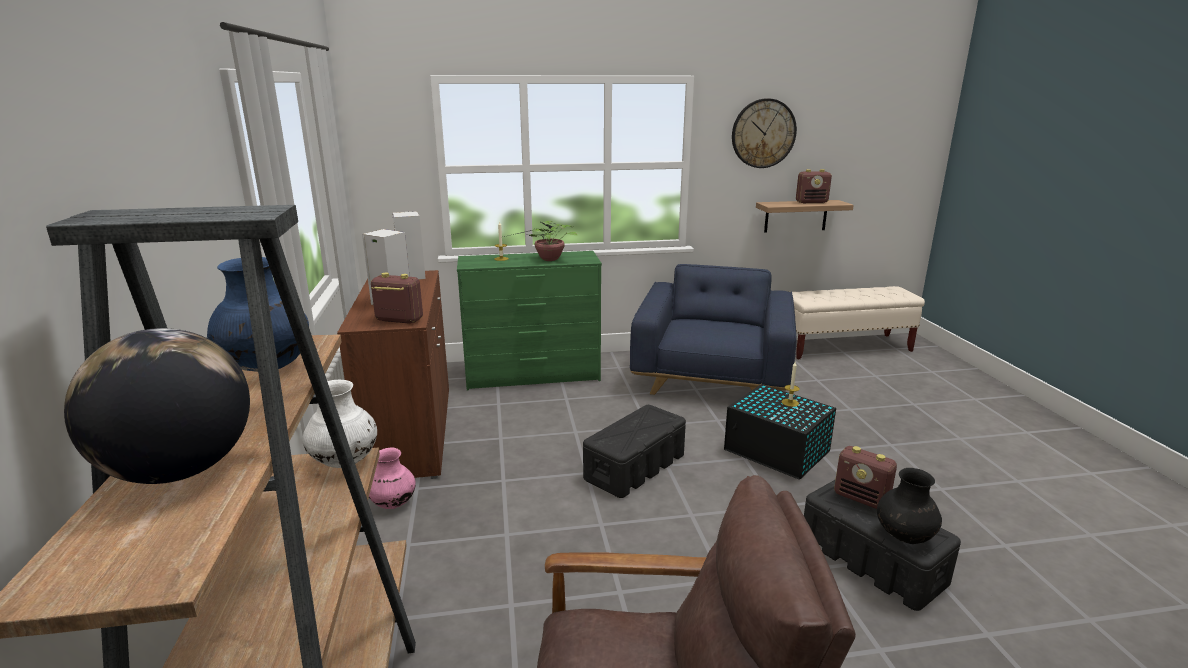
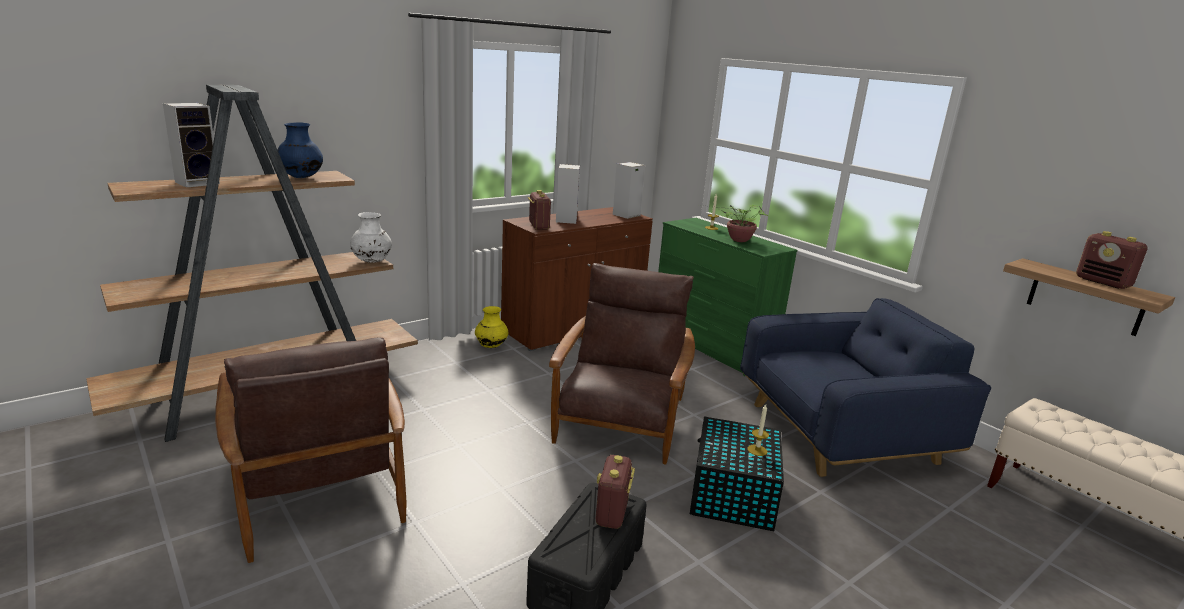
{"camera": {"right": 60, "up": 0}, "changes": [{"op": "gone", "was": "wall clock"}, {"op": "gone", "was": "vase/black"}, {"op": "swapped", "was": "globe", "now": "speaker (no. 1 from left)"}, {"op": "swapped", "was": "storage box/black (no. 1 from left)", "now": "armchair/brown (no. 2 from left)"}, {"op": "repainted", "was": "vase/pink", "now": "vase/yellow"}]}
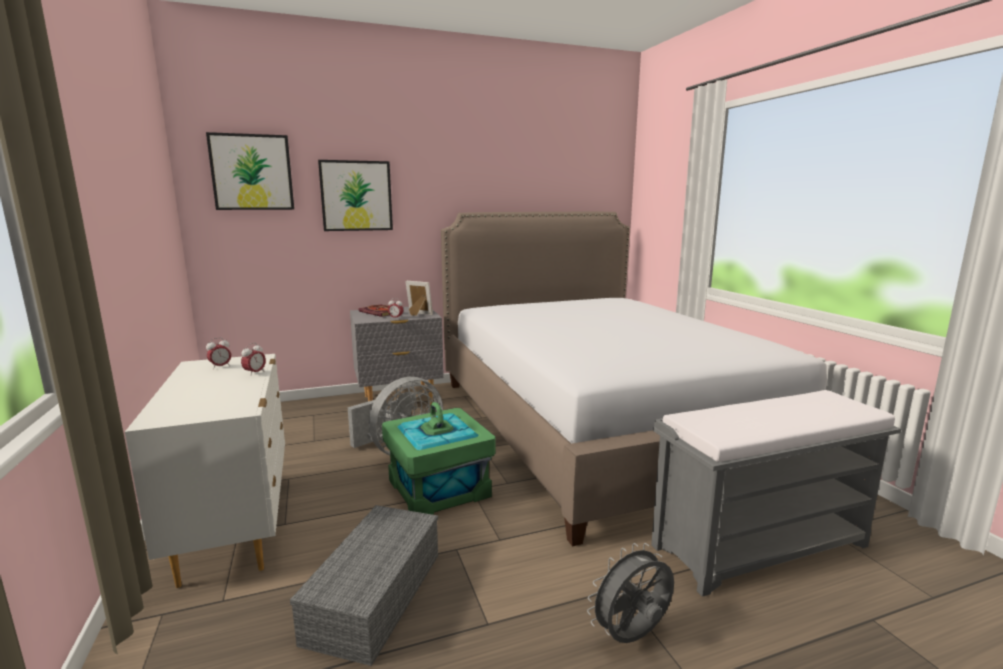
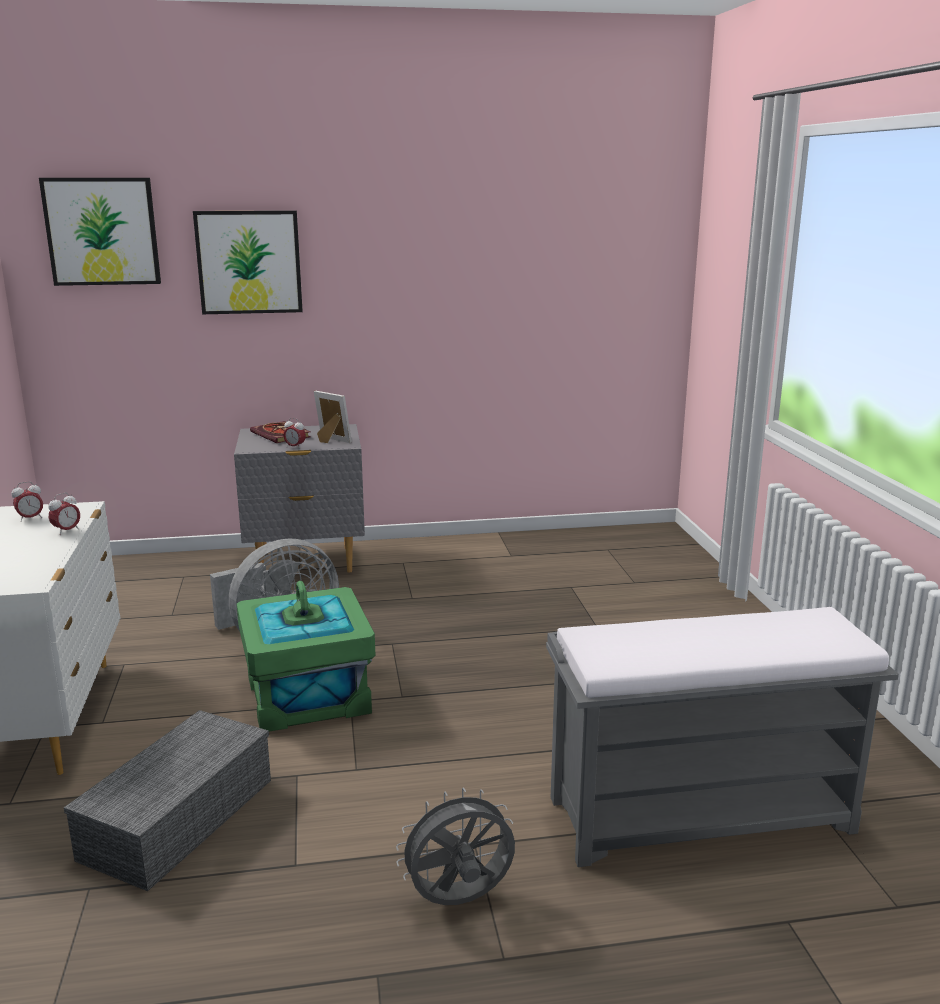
{"camera": {"right": 10, "up": 5}, "changes": [{"op": "gone", "was": "bed"}]}
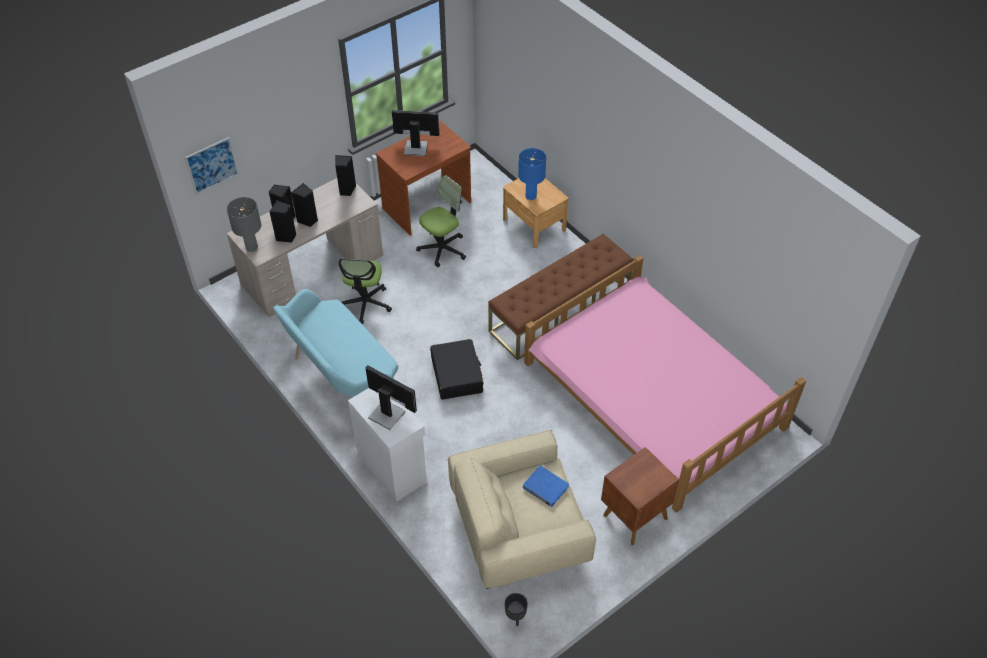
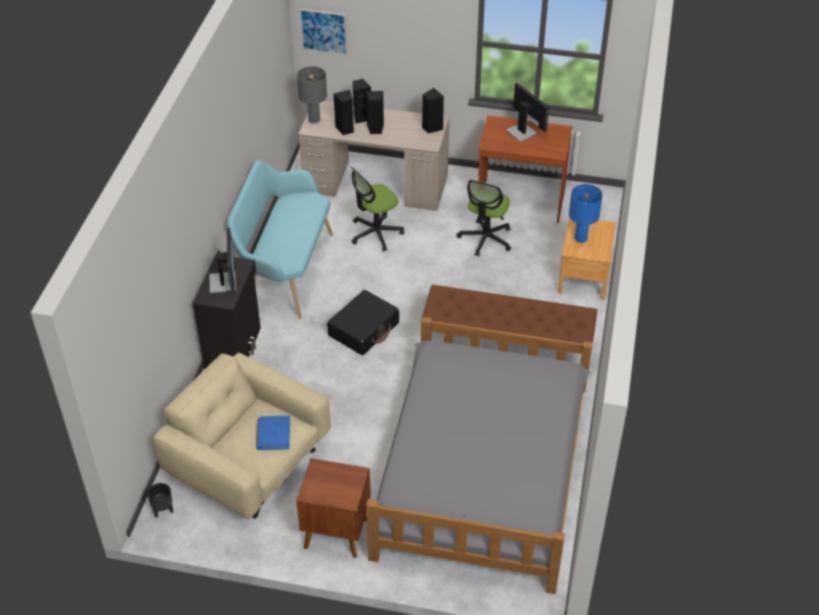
{"camera": {"right": 50, "up": -5}, "changes": [{"op": "repainted", "was": "cabinet/white", "now": "cabinet/black"}, {"op": "repainted", "was": "bed/pink", "now": "bed/grey"}, {"op": "rotated", "was": "office chair (no. 2 from left)", "clockwise": 105}]}
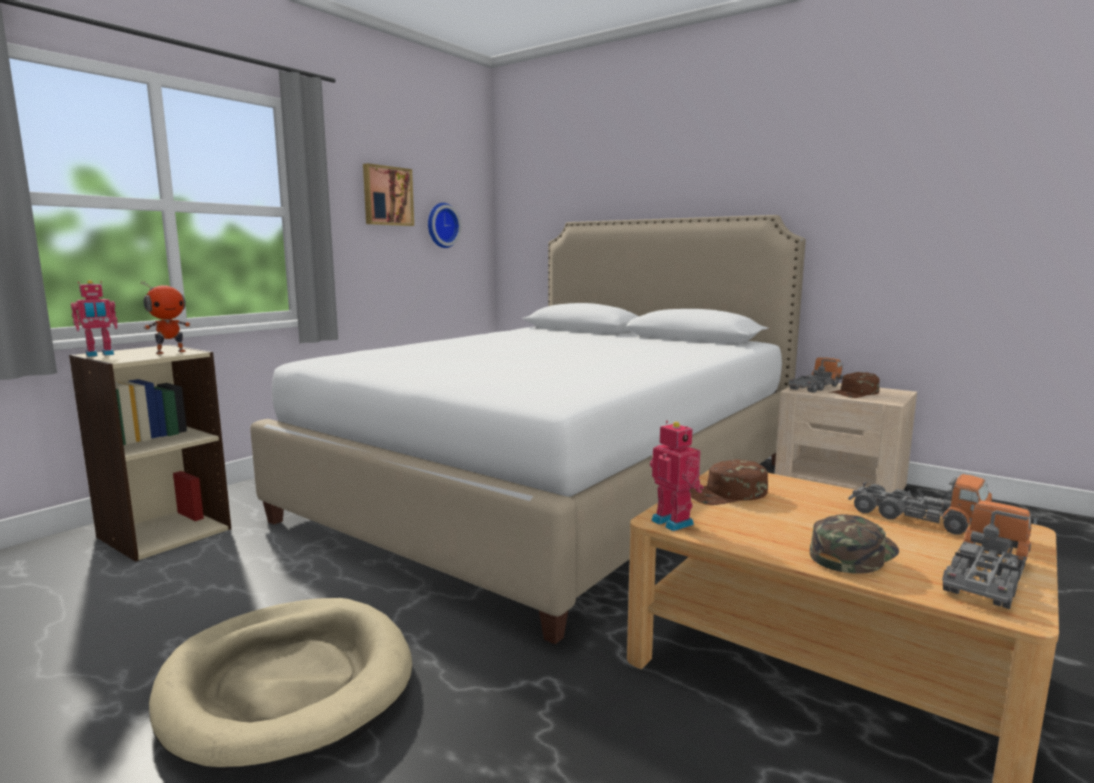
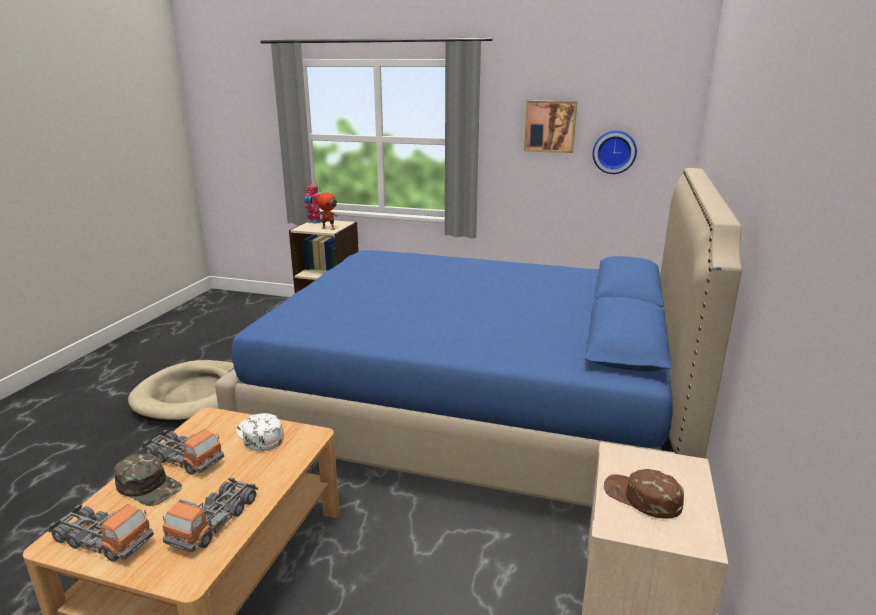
{"camera": {"right": 70, "up": 10}, "changes": [{"op": "gone", "was": "toy robot (no. 3 from left)"}, {"op": "shifted", "was": "toy truck (no. 1 from left in the first image)", "now": "toy truck (no. 2 from left)"}, {"op": "repainted", "was": "bed/white", "now": "bed/blue"}, {"op": "repainted", "was": "cap/brown (no. 1 from left)", "now": "cap/white"}]}
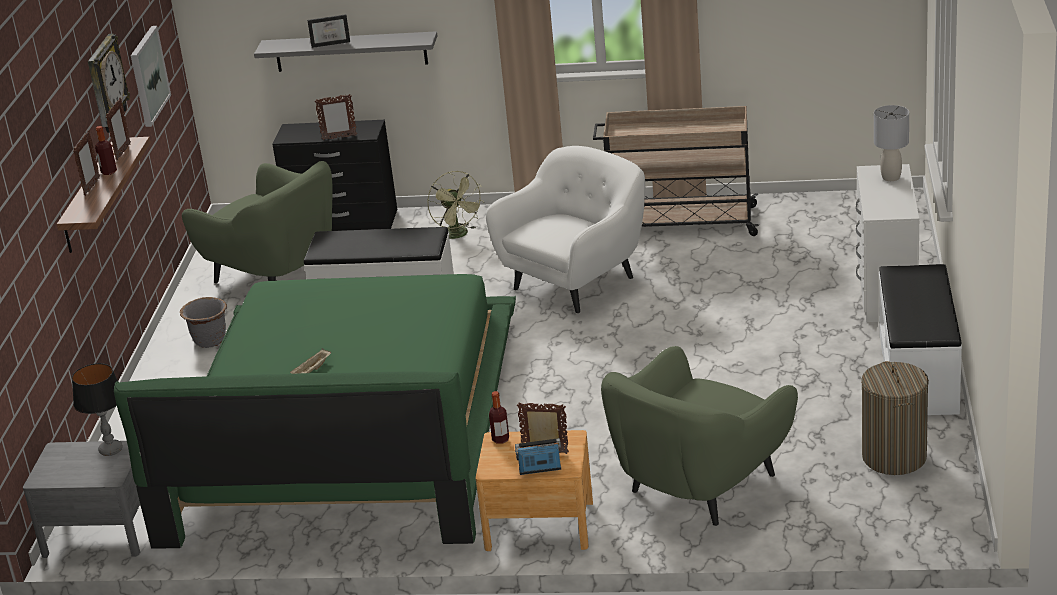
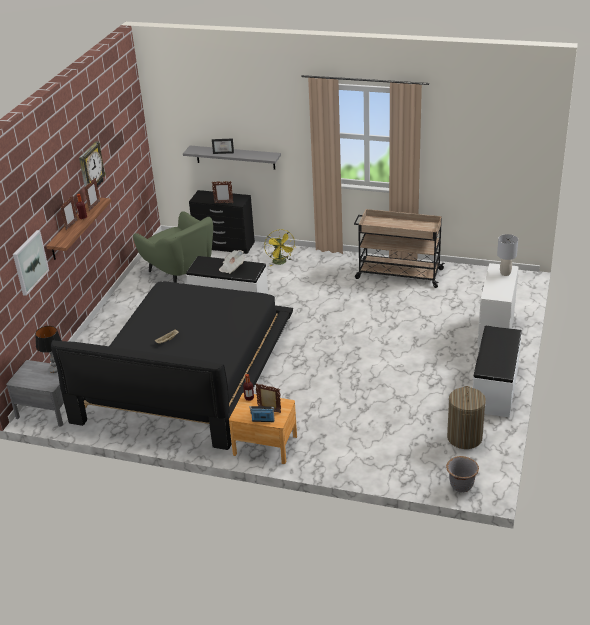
{"camera": {"right": 10, "up": 5}, "changes": [{"op": "gone", "was": "armchair/white"}, {"op": "gone", "was": "armchair/green (no. 2 from left)"}, {"op": "new", "now": "newspaper"}, {"op": "shifted", "was": "picture"}, {"op": "shifted", "was": "planter/grey"}, {"op": "repainted", "was": "bed/green", "now": "bed/black"}, {"op": "repainted", "was": "fan/green", "now": "fan/yellow"}]}
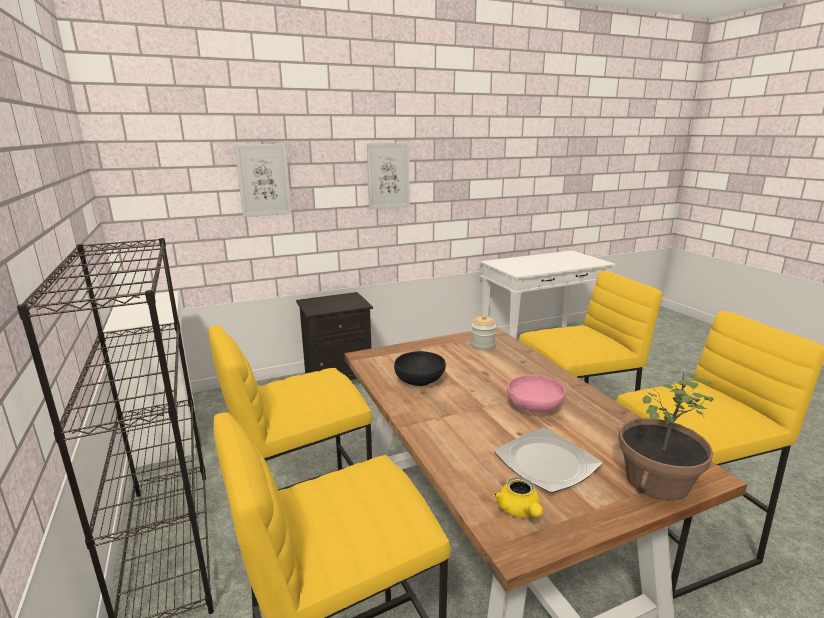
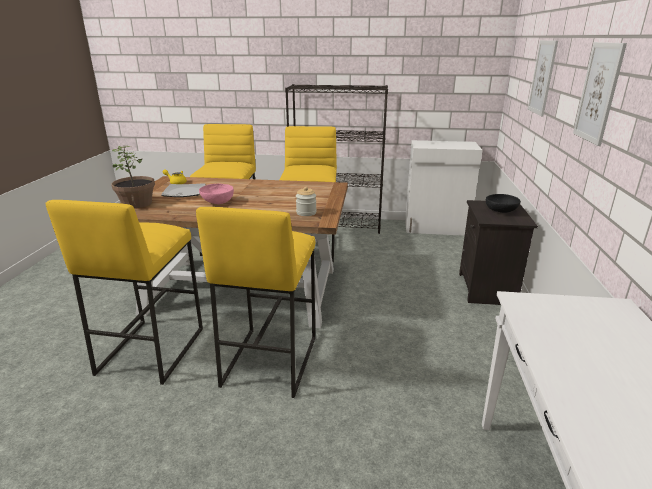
{"camera": {"right": 120, "up": 5}, "changes": [{"op": "shifted", "was": "bowl/black"}]}
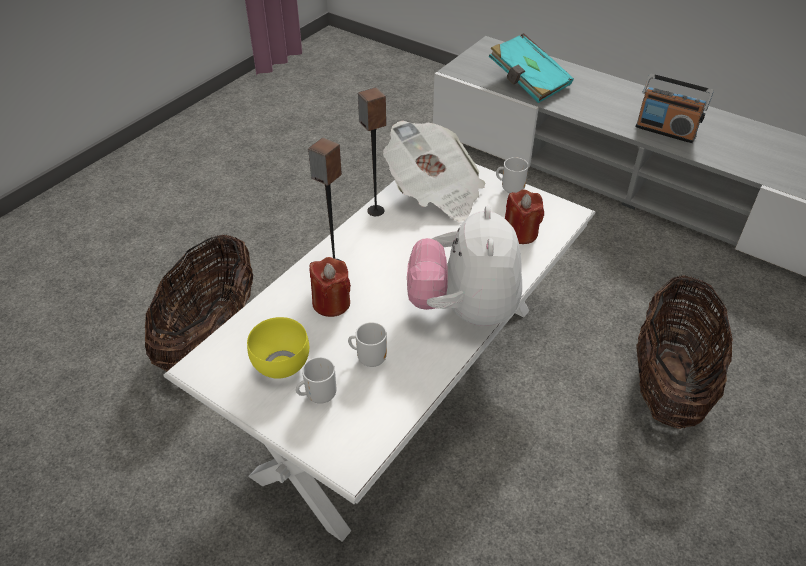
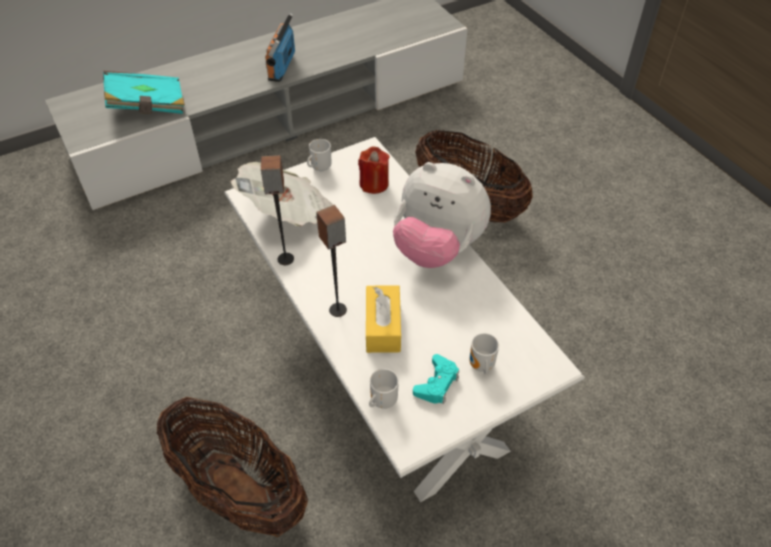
{"camera": {"right": -65, "up": 5}, "changes": [{"op": "shifted", "was": "mug (no. 2 from left)"}, {"op": "swapped", "was": "bowl/yellow", "now": "game controller/turquoise"}, {"op": "swapped", "was": "candle/red (no. 1 from left)", "now": "tissue box/yellow"}, {"op": "rotated", "was": "radio", "clockwise": 135}]}
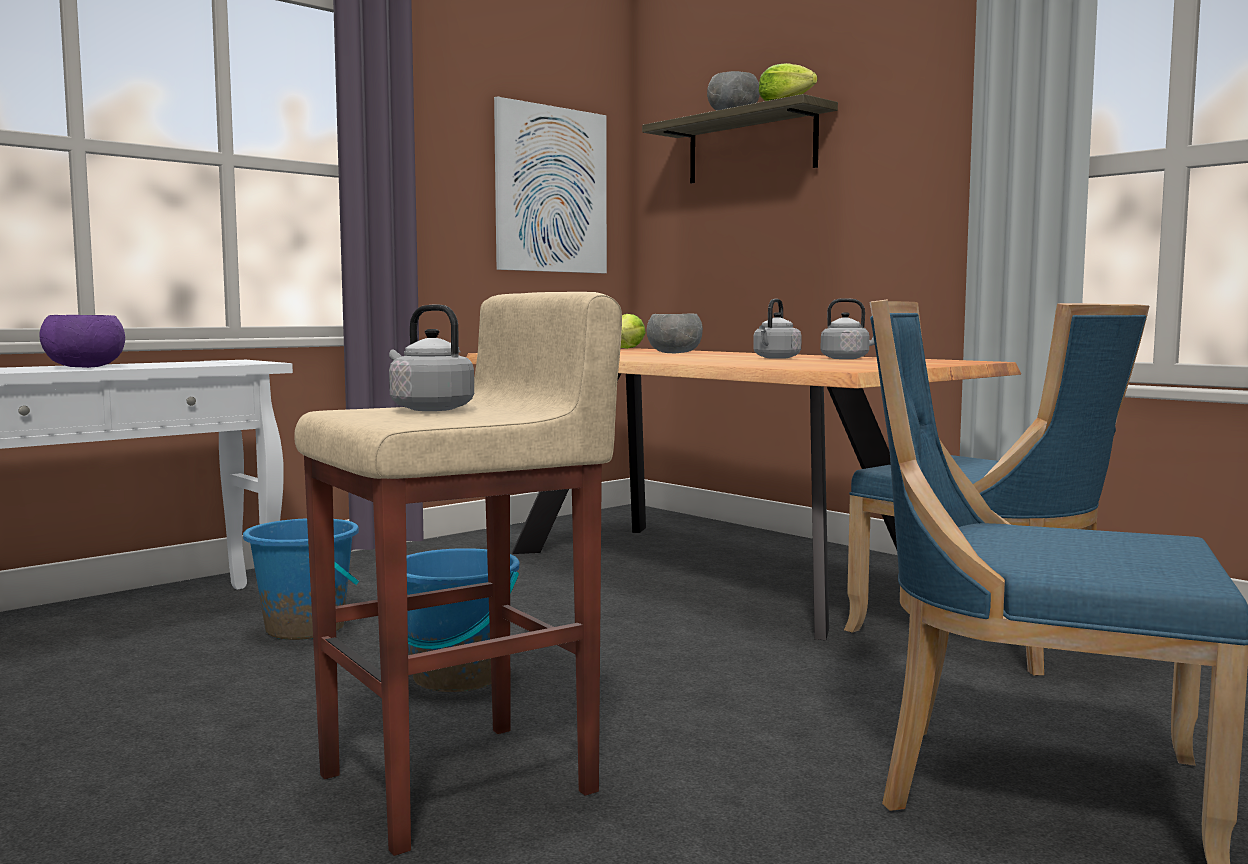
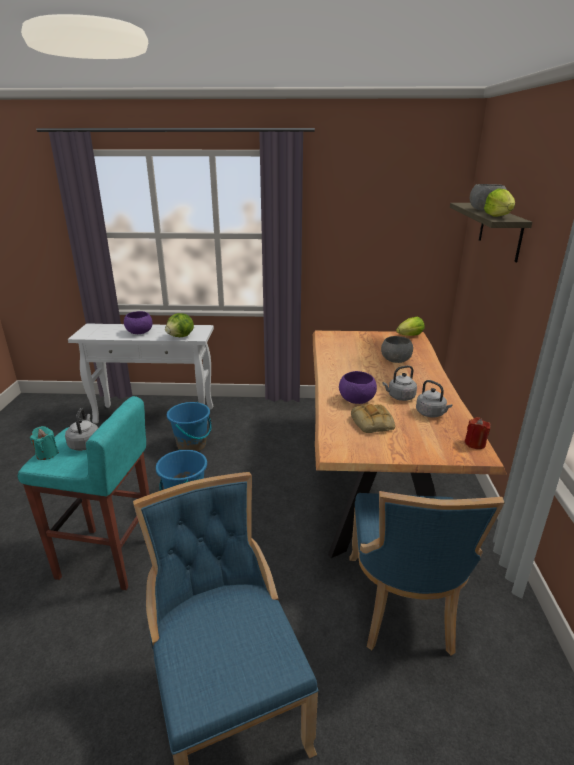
{"camera": {"right": 45, "up": 20}, "changes": [{"op": "gone", "was": "picture"}, {"op": "new", "now": "candle/turquoise"}, {"op": "new", "now": "lettuce (no. 1 from left)"}, {"op": "new", "now": "bowl/purple (no. 2 from left)"}, {"op": "new", "now": "bread"}, {"op": "new", "now": "candle/red"}, {"op": "repainted", "was": "stool/beige", "now": "stool/turquoise"}]}
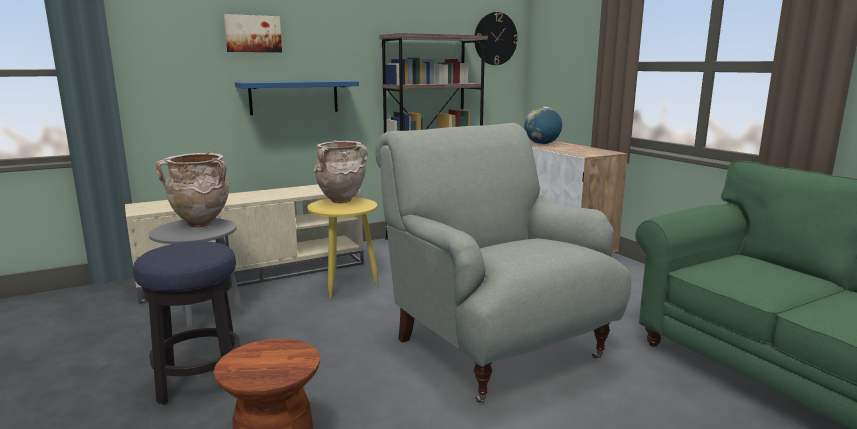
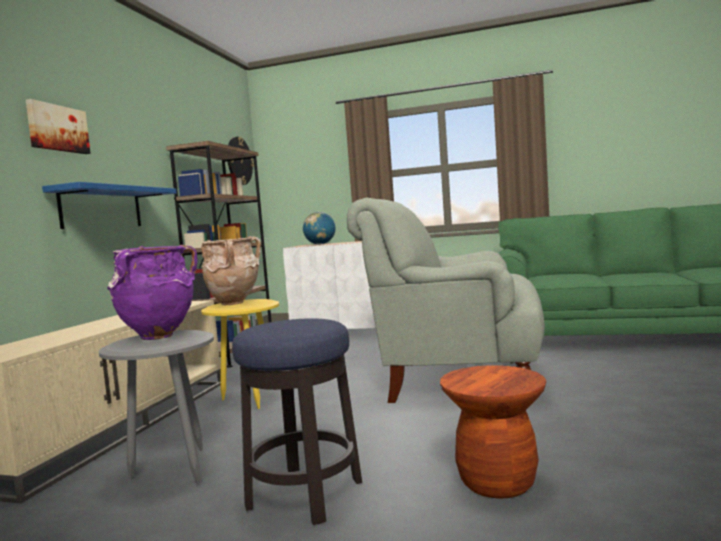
{"camera": {"right": -45, "up": -10}, "changes": [{"op": "repainted", "was": "vase/beige (no. 1 from left)", "now": "vase/purple"}]}
